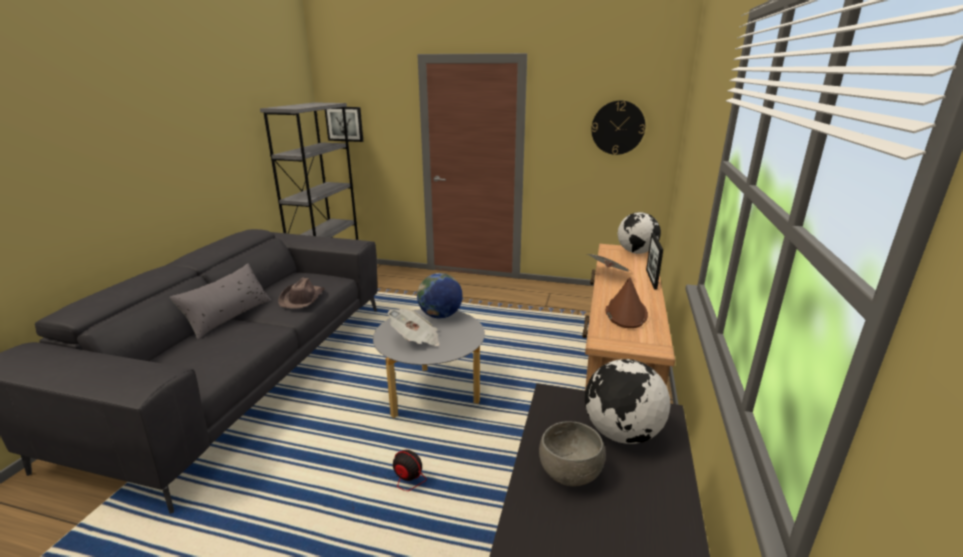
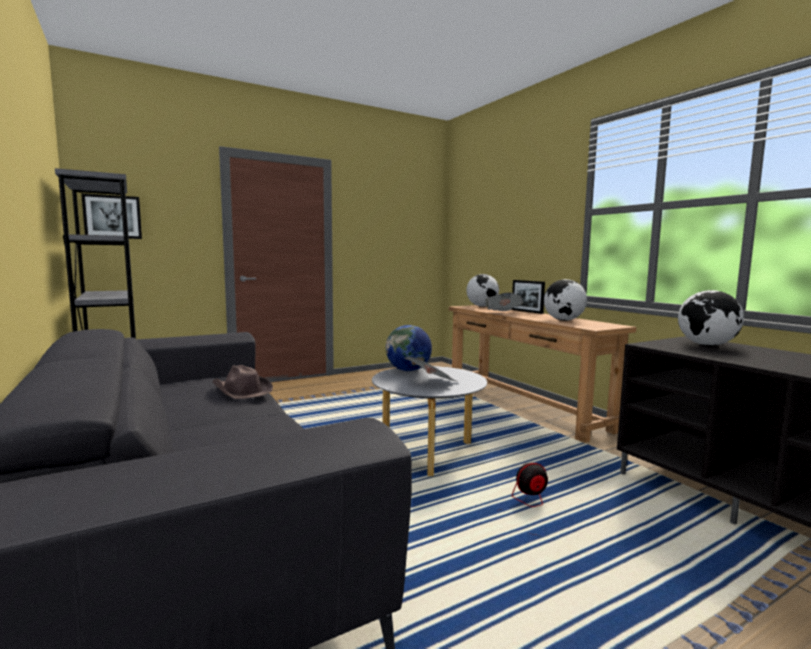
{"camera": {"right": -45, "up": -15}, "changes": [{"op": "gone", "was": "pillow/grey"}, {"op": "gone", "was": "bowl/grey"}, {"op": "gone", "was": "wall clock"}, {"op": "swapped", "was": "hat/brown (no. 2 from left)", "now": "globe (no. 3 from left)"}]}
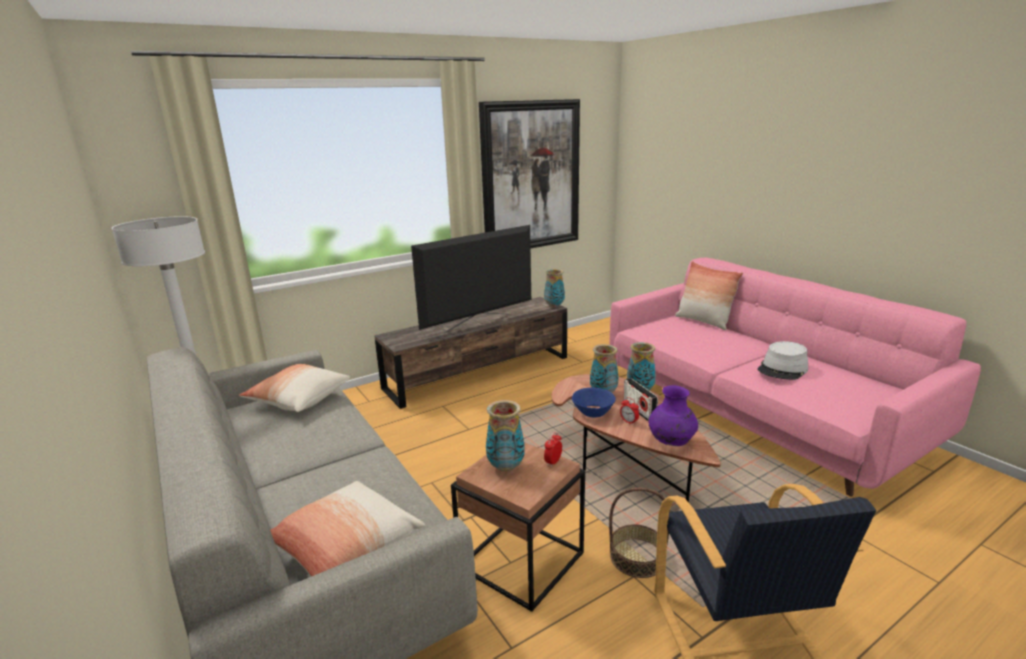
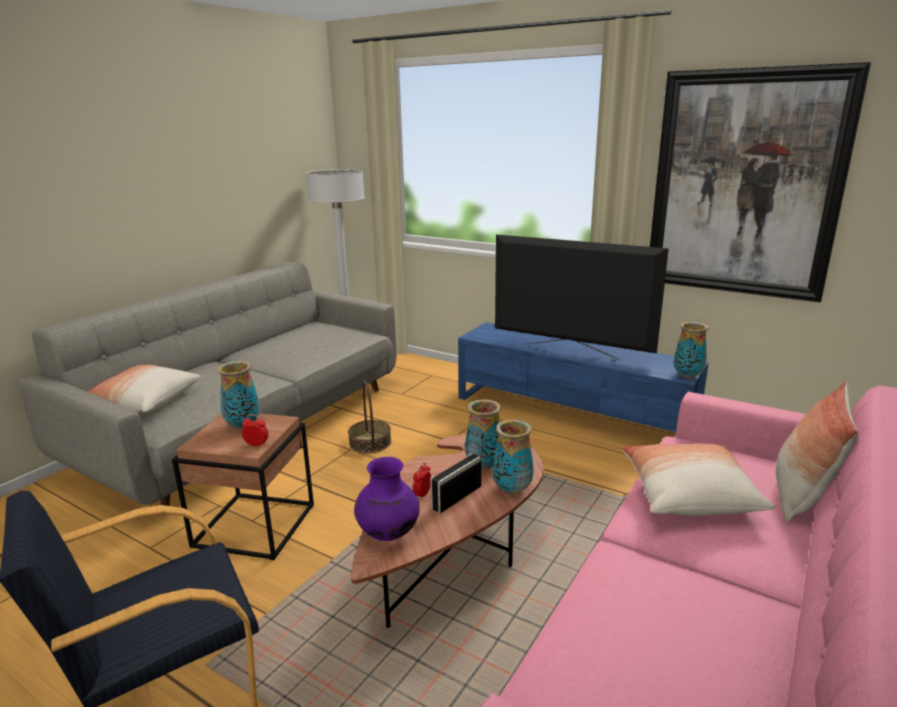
{"camera": {"right": 65, "up": 0}, "changes": [{"op": "gone", "was": "bowl/blue"}, {"op": "gone", "was": "hat/grey"}, {"op": "shifted", "was": "pillow (no. 1 from left in the first image)", "now": "pillow (no. 2 from left)"}, {"op": "shifted", "was": "basket"}, {"op": "repainted", "was": "tv stand/brown", "now": "tv stand/blue"}]}
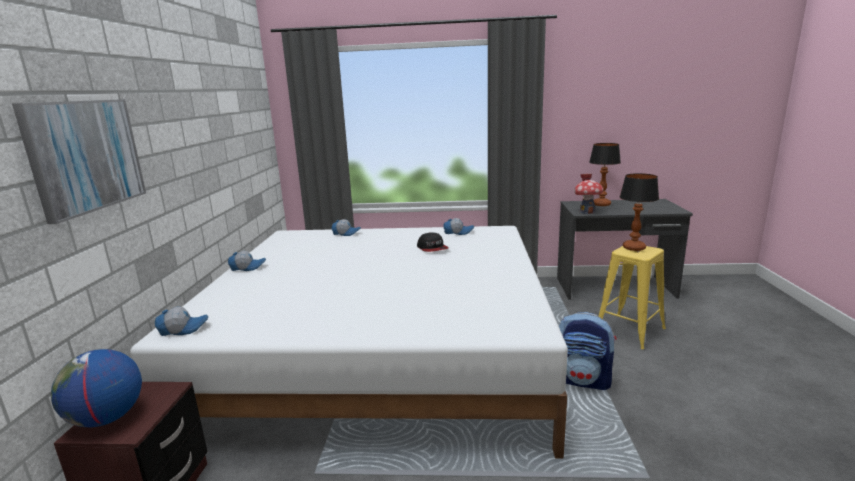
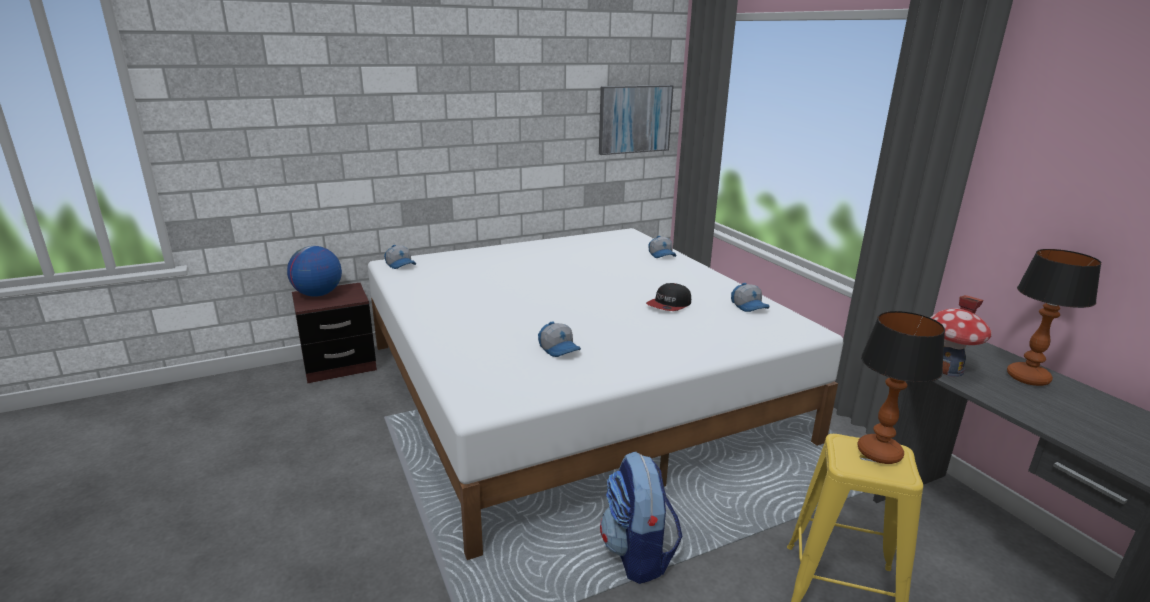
{"camera": {"right": 60, "up": 5}, "changes": [{"op": "shifted", "was": "picture"}, {"op": "shifted", "was": "cap (no. 2 from left)"}]}
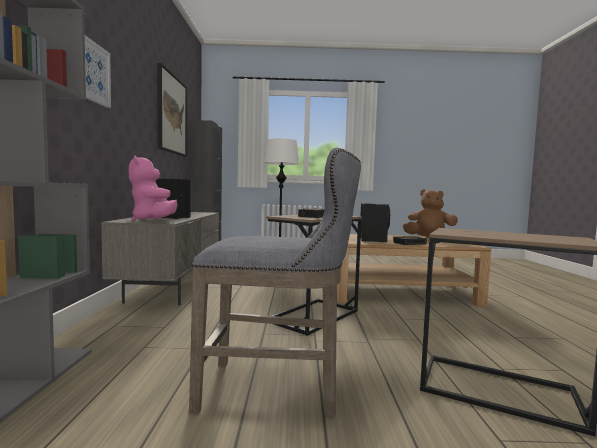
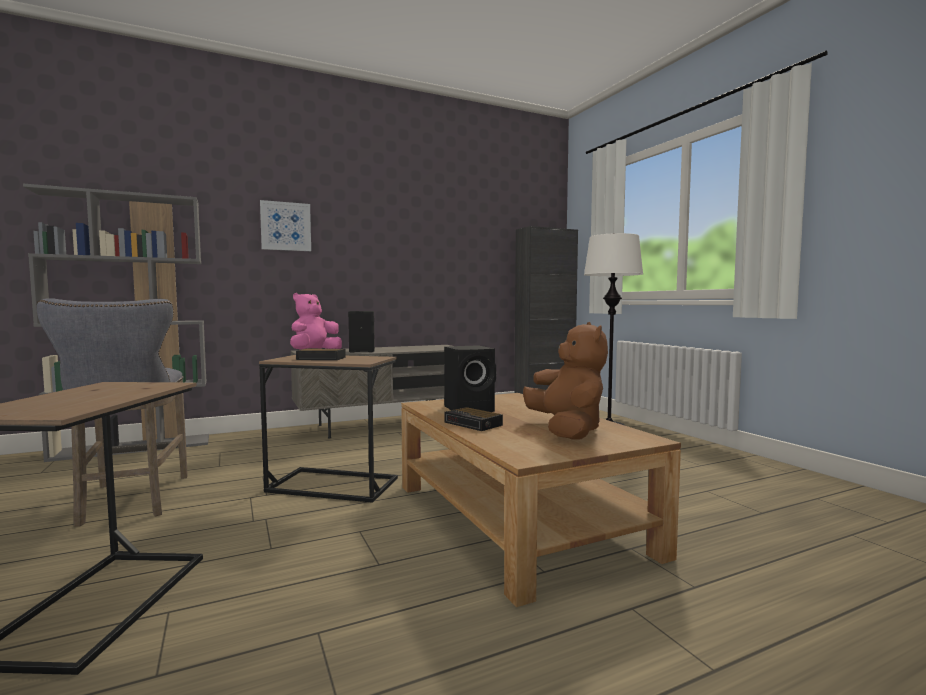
{"camera": {"right": 65, "up": 0}, "changes": [{"op": "gone", "was": "picture (no. 2 from left)"}]}
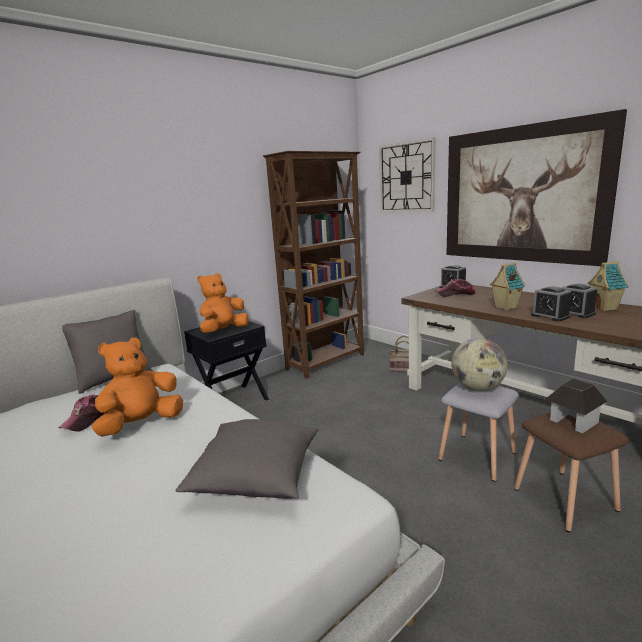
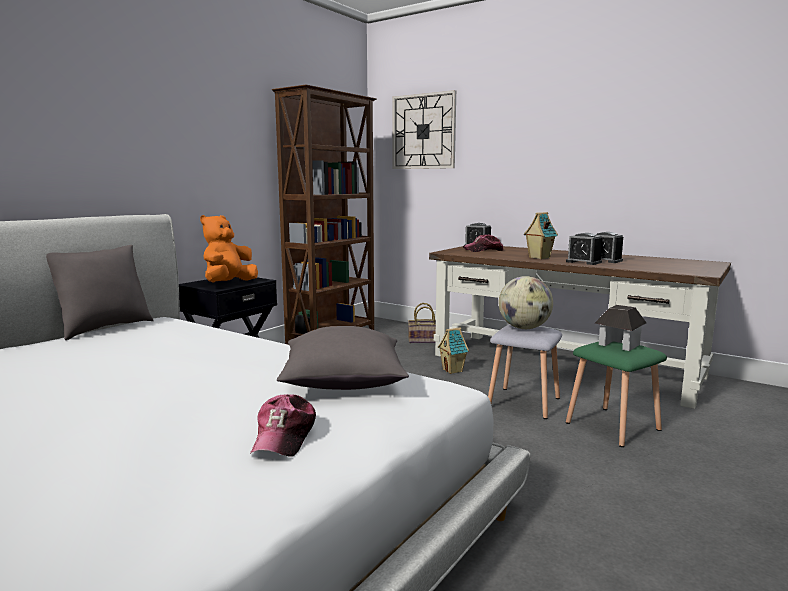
{"camera": {"right": -15, "up": -5}, "changes": [{"op": "gone", "was": "plush toy/orange (no. 1 from left)"}, {"op": "gone", "was": "picture"}, {"op": "shifted", "was": "cap (no. 1 from left)"}, {"op": "shifted", "was": "toy house (no. 3 from left in the first image)", "now": "toy house (no. 1 from left)"}, {"op": "repainted", "was": "stool/brown", "now": "stool/green"}]}
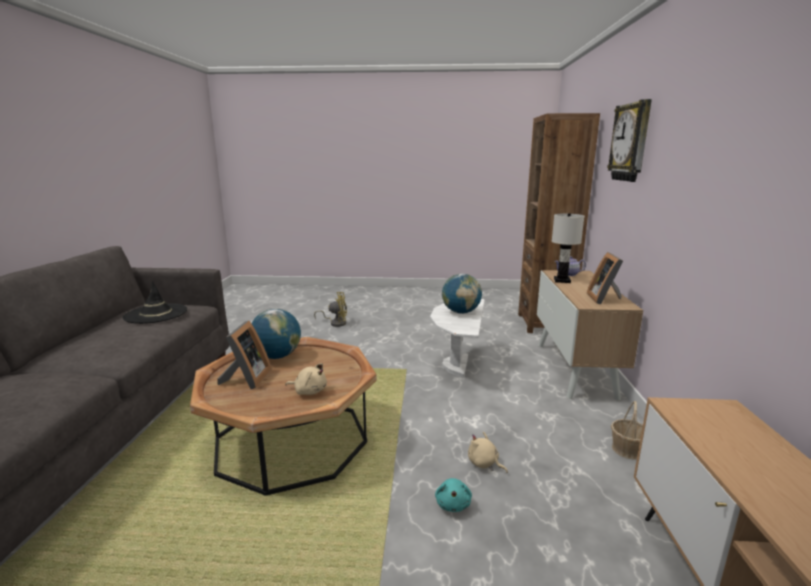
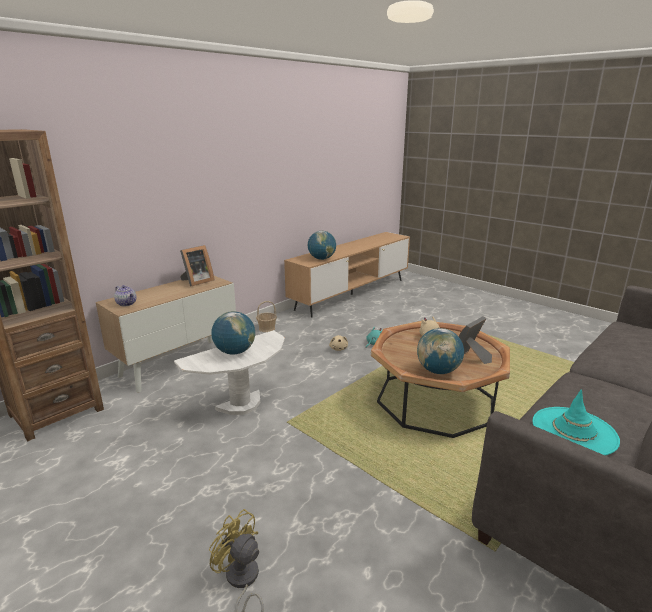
{"camera": {"right": -140, "up": 5}, "changes": [{"op": "gone", "was": "table lamp/white"}, {"op": "gone", "was": "wall clock"}, {"op": "new", "now": "globe (no. 2 from left)"}, {"op": "repainted", "was": "hat/black", "now": "hat/turquoise"}]}
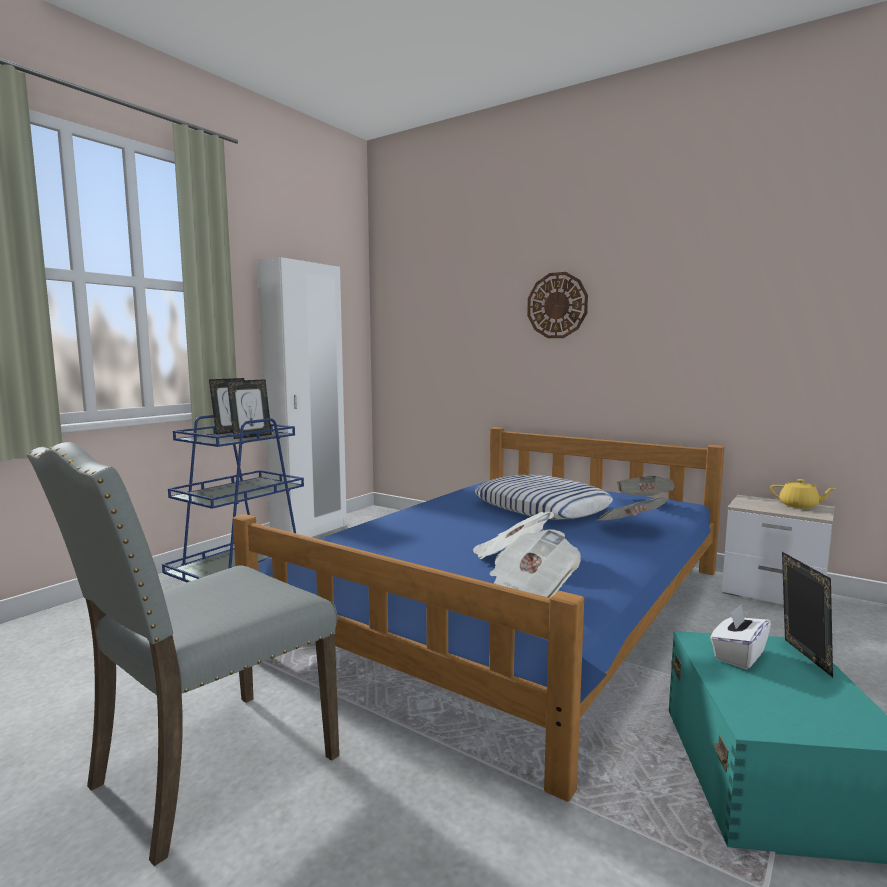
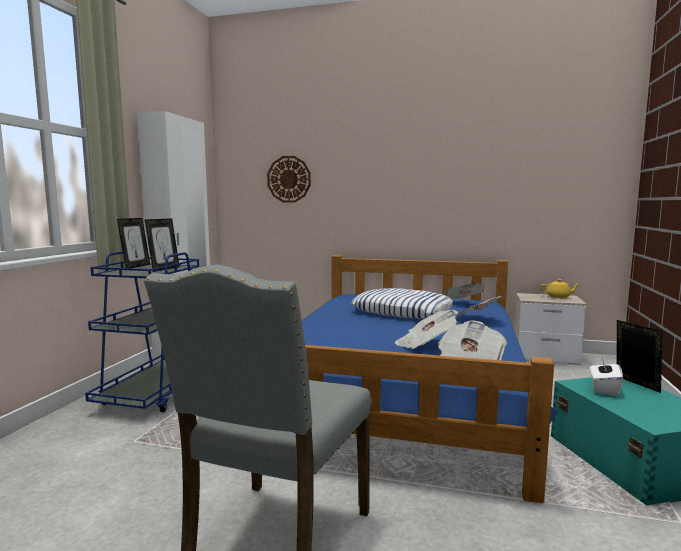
{"camera": {"right": -20, "up": 0}, "changes": [{"op": "shifted", "was": "wall clock"}]}
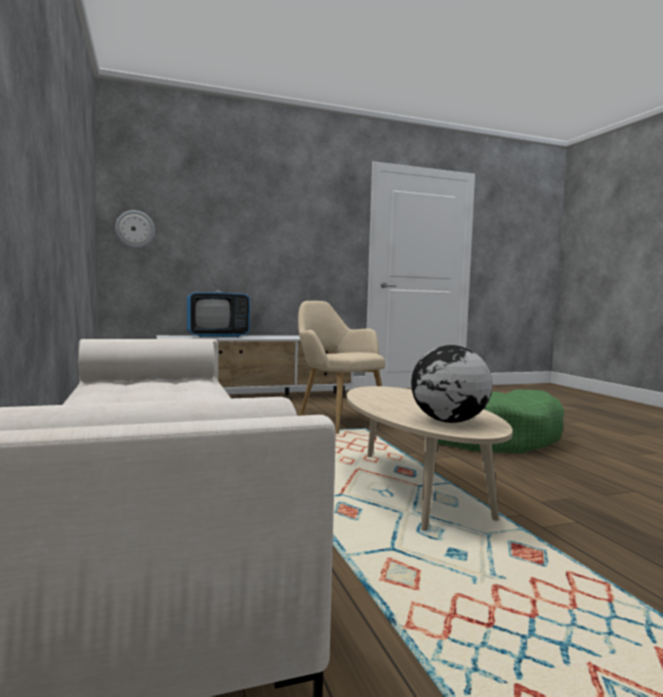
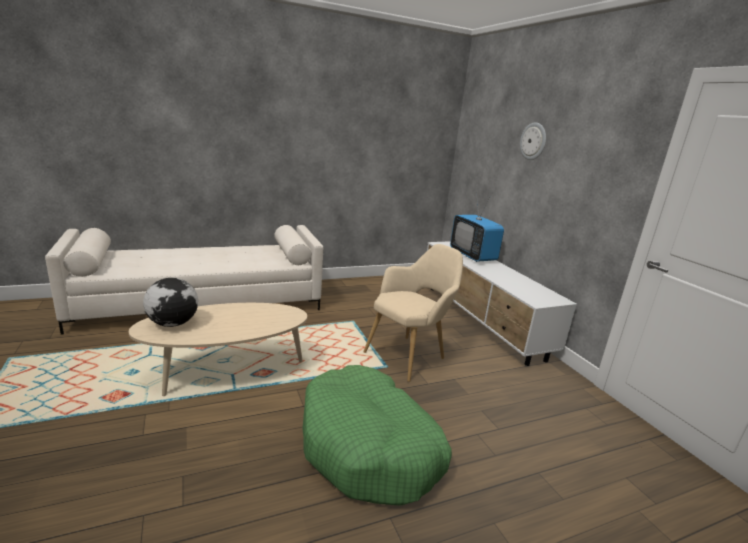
{"camera": {"right": 85, "up": 15}, "changes": [{"op": "shifted", "was": "wall clock"}]}
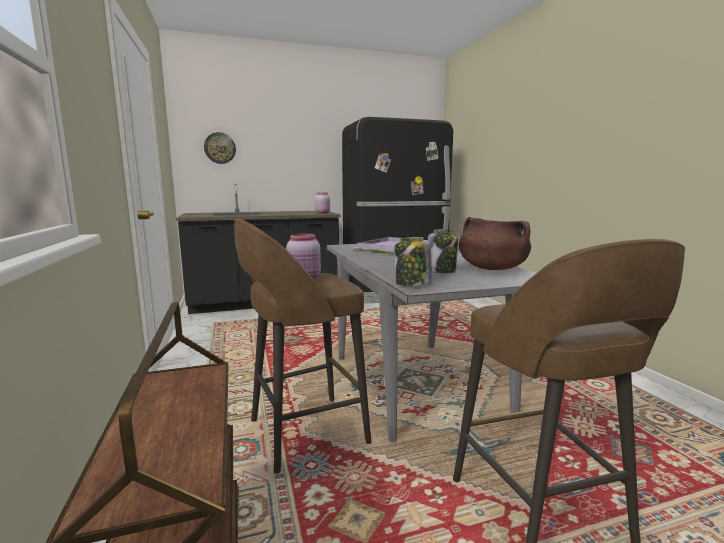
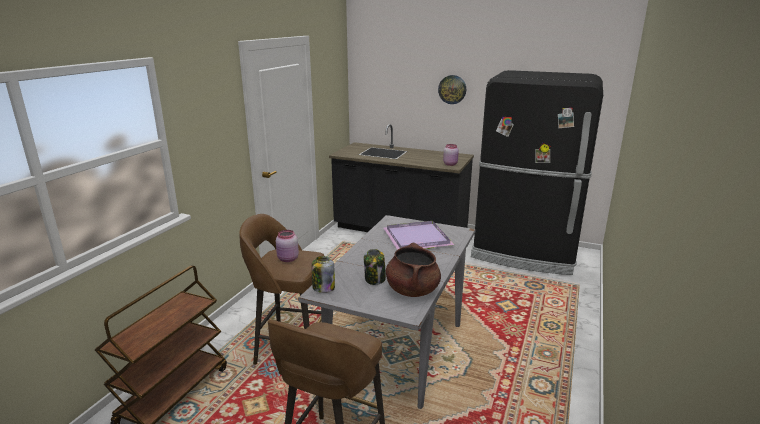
{"camera": {"right": 40, "up": 10}, "changes": [{"op": "shifted", "was": "wall clock"}]}
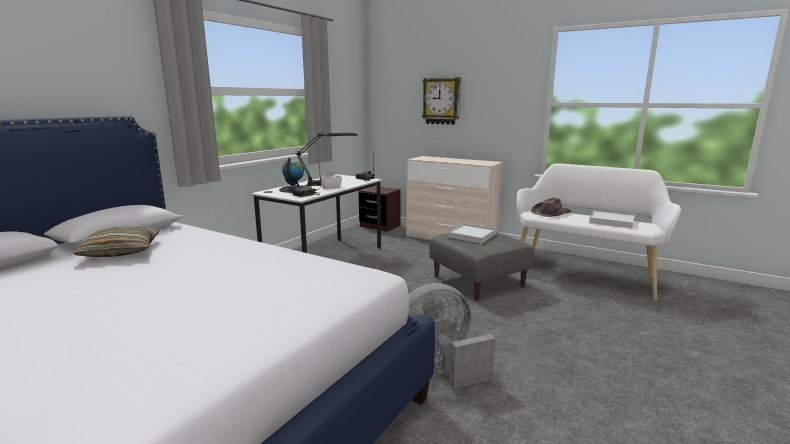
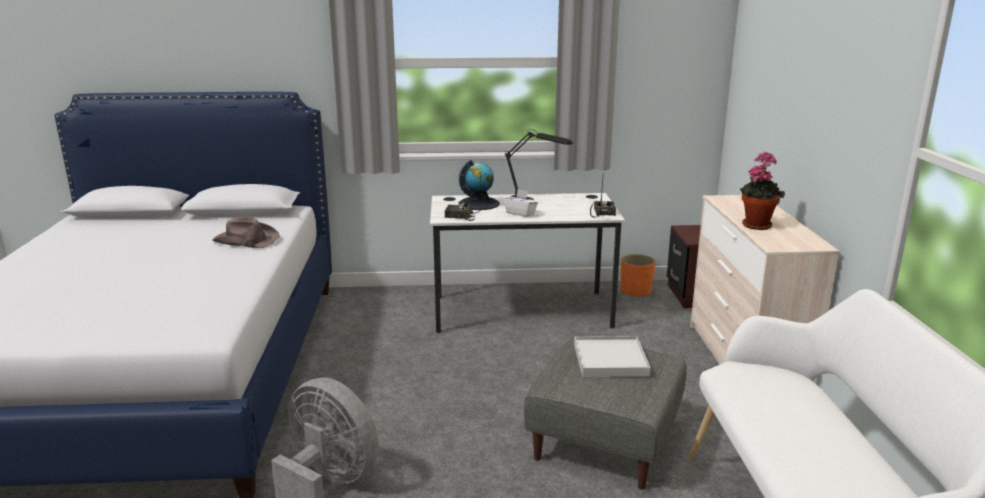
{"camera": {"right": 55, "up": 5}, "changes": [{"op": "gone", "was": "pillow"}, {"op": "gone", "was": "wall clock"}, {"op": "gone", "was": "tray/white (no. 2 from left)"}, {"op": "new", "now": "planter/orange"}, {"op": "new", "now": "potted plant"}, {"op": "shifted", "was": "hat/brown"}]}
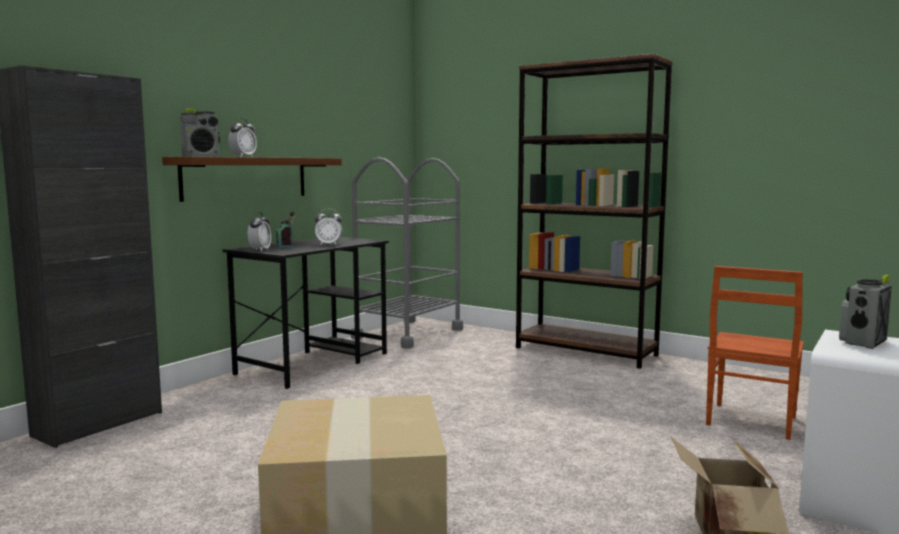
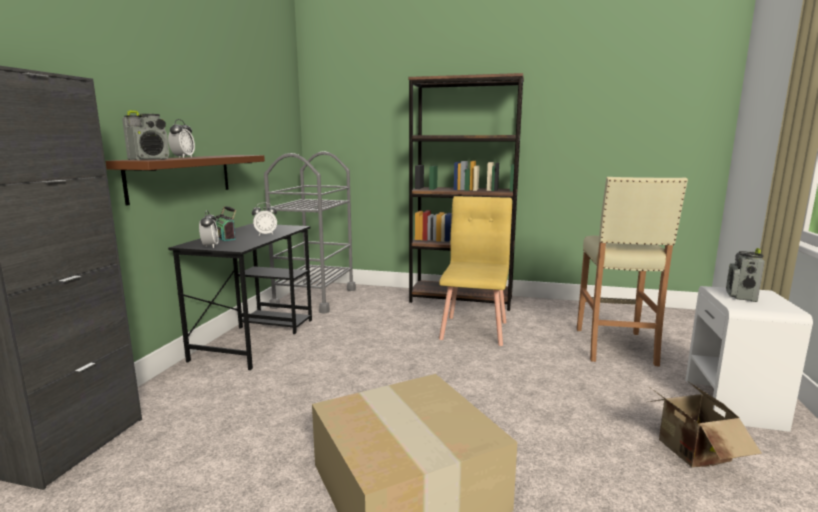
{"camera": {"right": -20, "up": 5}, "changes": [{"op": "new", "now": "chair/yellow"}, {"op": "swapped", "was": "chair/brown", "now": "stool/beige"}]}
